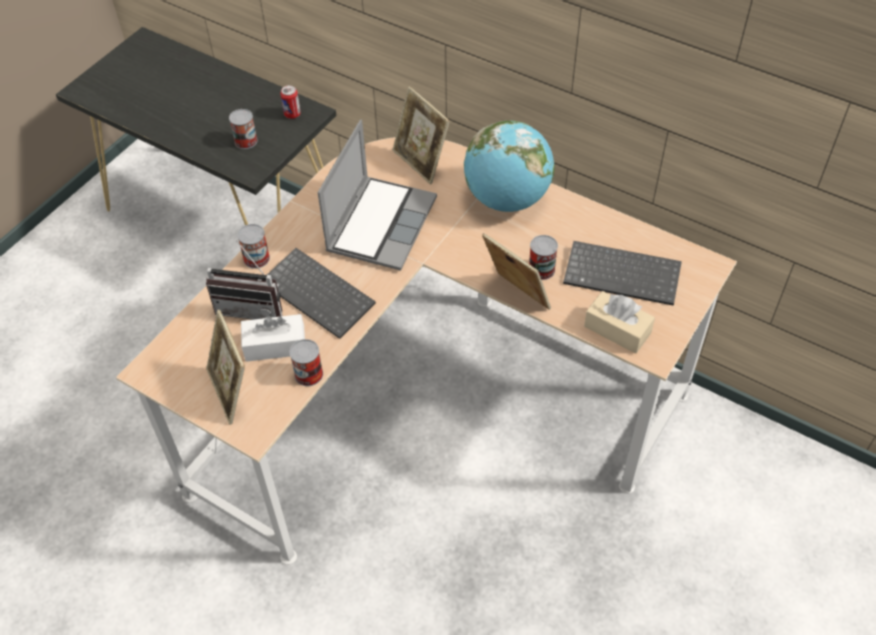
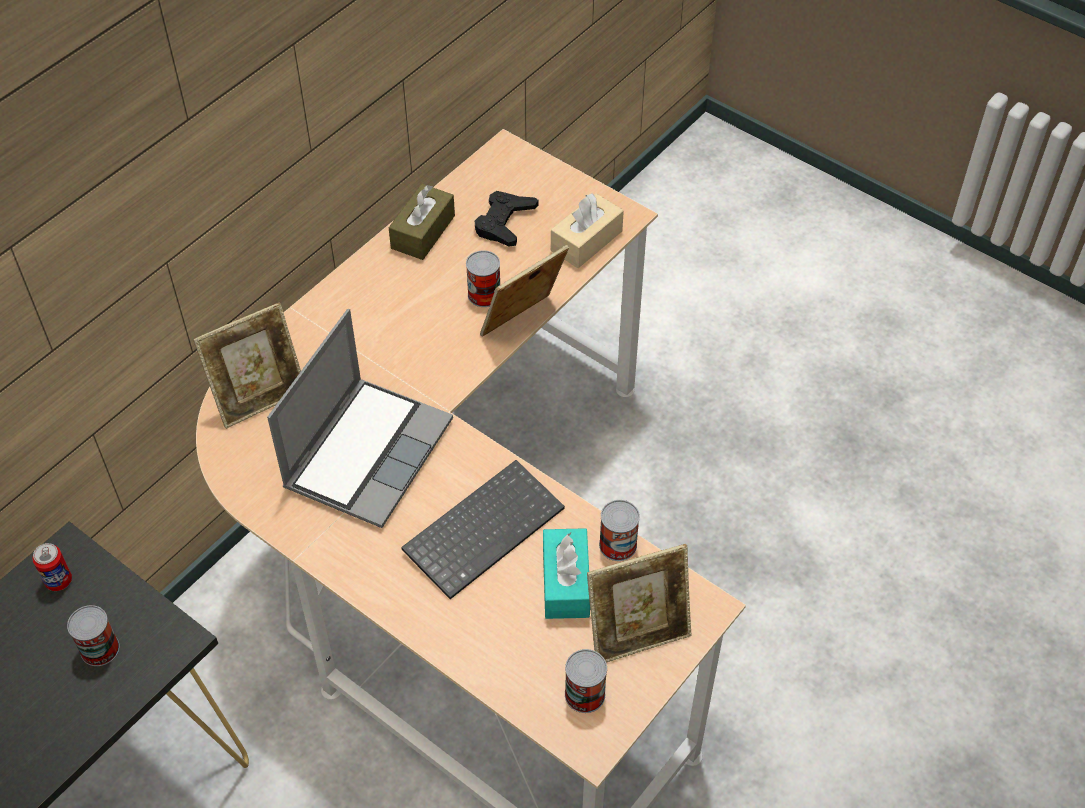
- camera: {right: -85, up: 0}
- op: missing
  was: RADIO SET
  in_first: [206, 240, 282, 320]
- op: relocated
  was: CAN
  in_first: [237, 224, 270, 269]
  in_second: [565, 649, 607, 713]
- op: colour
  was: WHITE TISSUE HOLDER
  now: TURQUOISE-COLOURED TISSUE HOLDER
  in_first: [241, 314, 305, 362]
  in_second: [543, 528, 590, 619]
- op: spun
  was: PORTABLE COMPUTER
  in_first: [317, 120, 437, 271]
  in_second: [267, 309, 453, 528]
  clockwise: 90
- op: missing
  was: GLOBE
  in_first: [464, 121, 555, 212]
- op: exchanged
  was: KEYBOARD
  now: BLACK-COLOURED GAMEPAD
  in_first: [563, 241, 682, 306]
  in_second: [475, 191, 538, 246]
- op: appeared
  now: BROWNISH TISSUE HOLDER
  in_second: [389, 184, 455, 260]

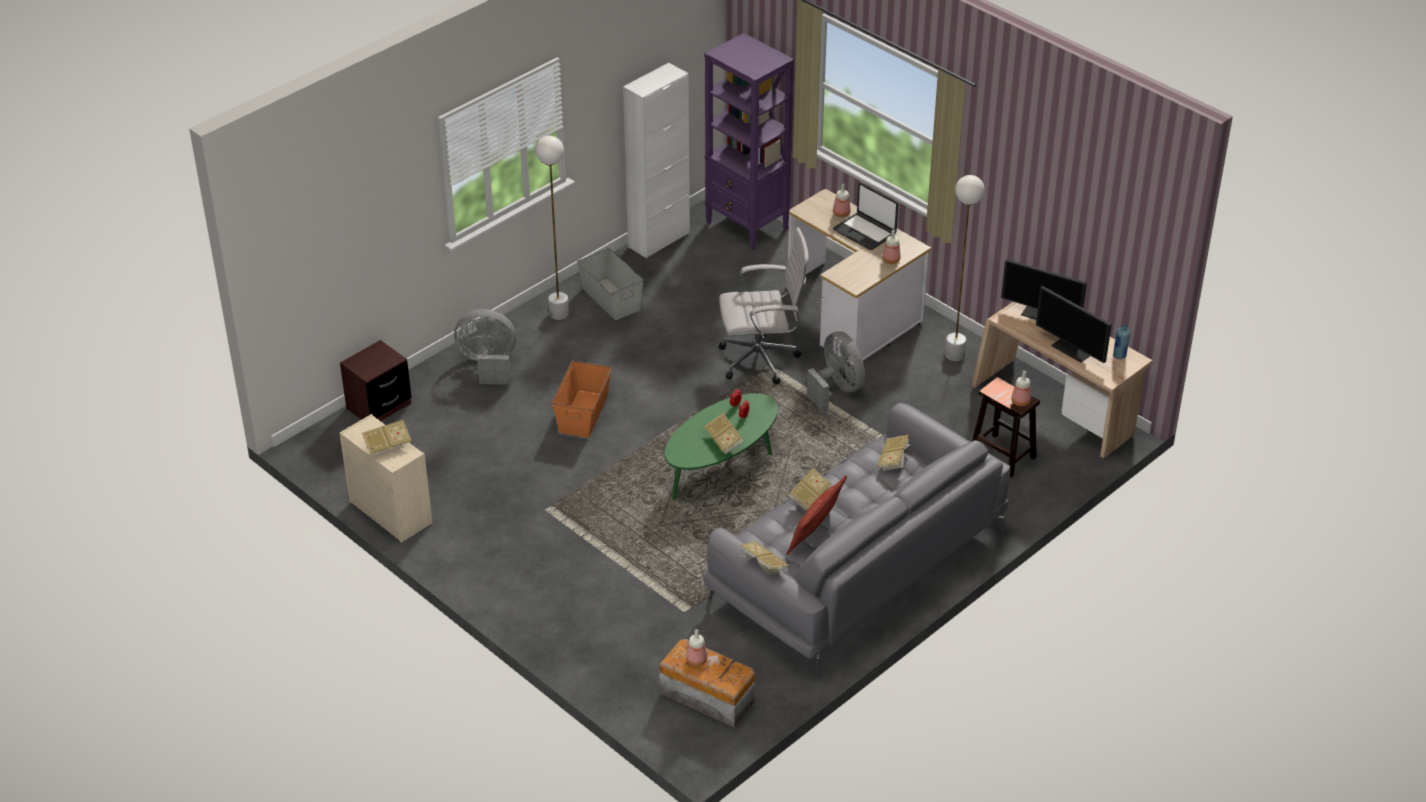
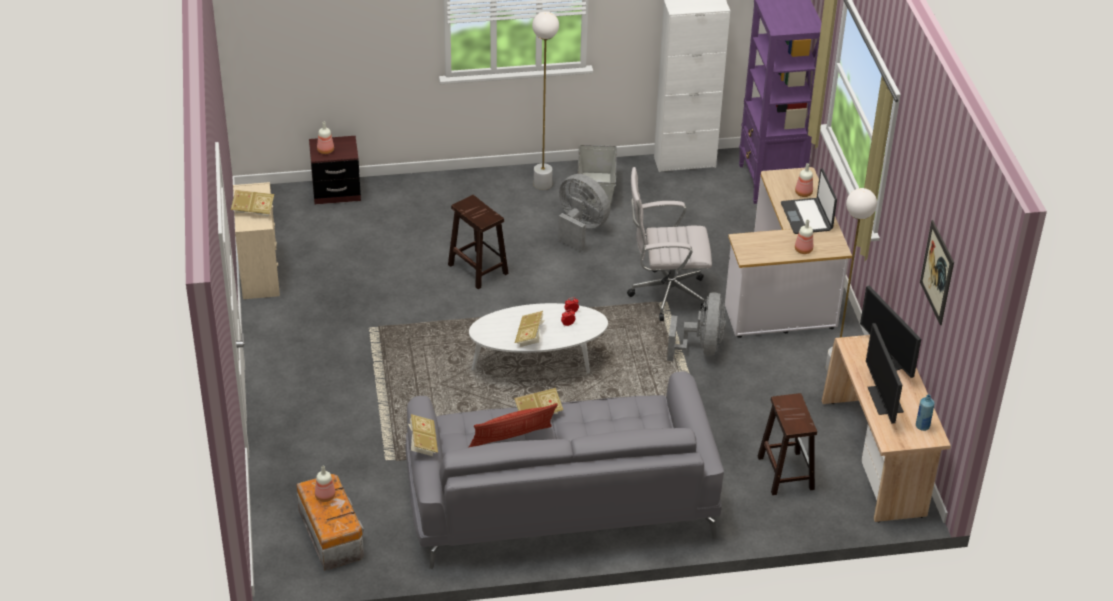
- camera: {right: 35, up: 0}
- op: relocated
  was: GRAY COOLING FAN
  in_first: [454, 309, 516, 385]
  in_second: [558, 174, 610, 252]
- op: exchanged
  was: ORANGE-COLOURED STORAGE CONTAINER
  now: BROWNISH STOOL
  in_first: [552, 361, 611, 438]
  in_second: [448, 195, 509, 289]
- op: colour
  was: GREEN COFFEE TABLE
  now: WHITE COFFEE TABLE
  in_first: [665, 393, 778, 501]
  in_second: [469, 303, 608, 373]
- op: spun
  was: WHITE COMPUTER CHAIR
  in_first: [719, 227, 809, 385]
  in_second: [627, 167, 712, 321]
  clockwise: 150
- op: missing
  was: BOUND BOOK
  in_first: [877, 435, 910, 471]
- op: relocated
  was: BOTTLE
  in_first: [1011, 371, 1031, 406]
  in_second: [317, 122, 334, 154]
- op: appeared
  now: WALL PICTURE
  in_second: [920, 220, 954, 325]

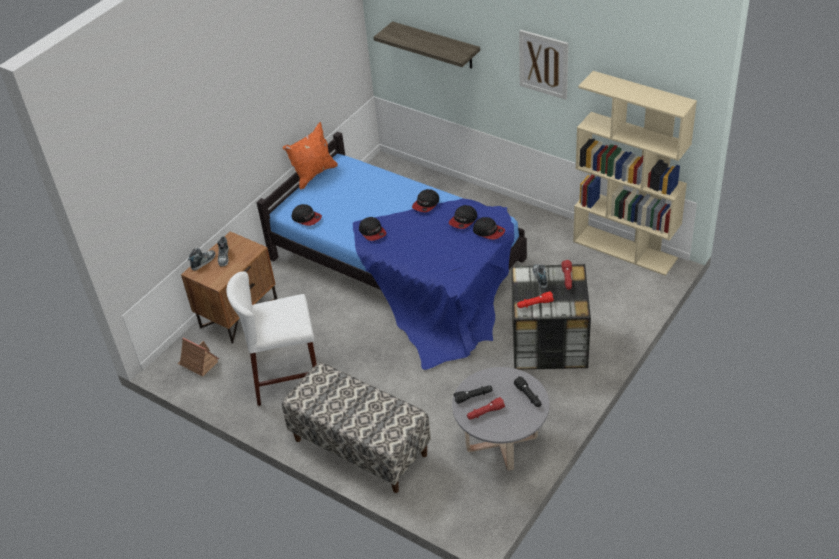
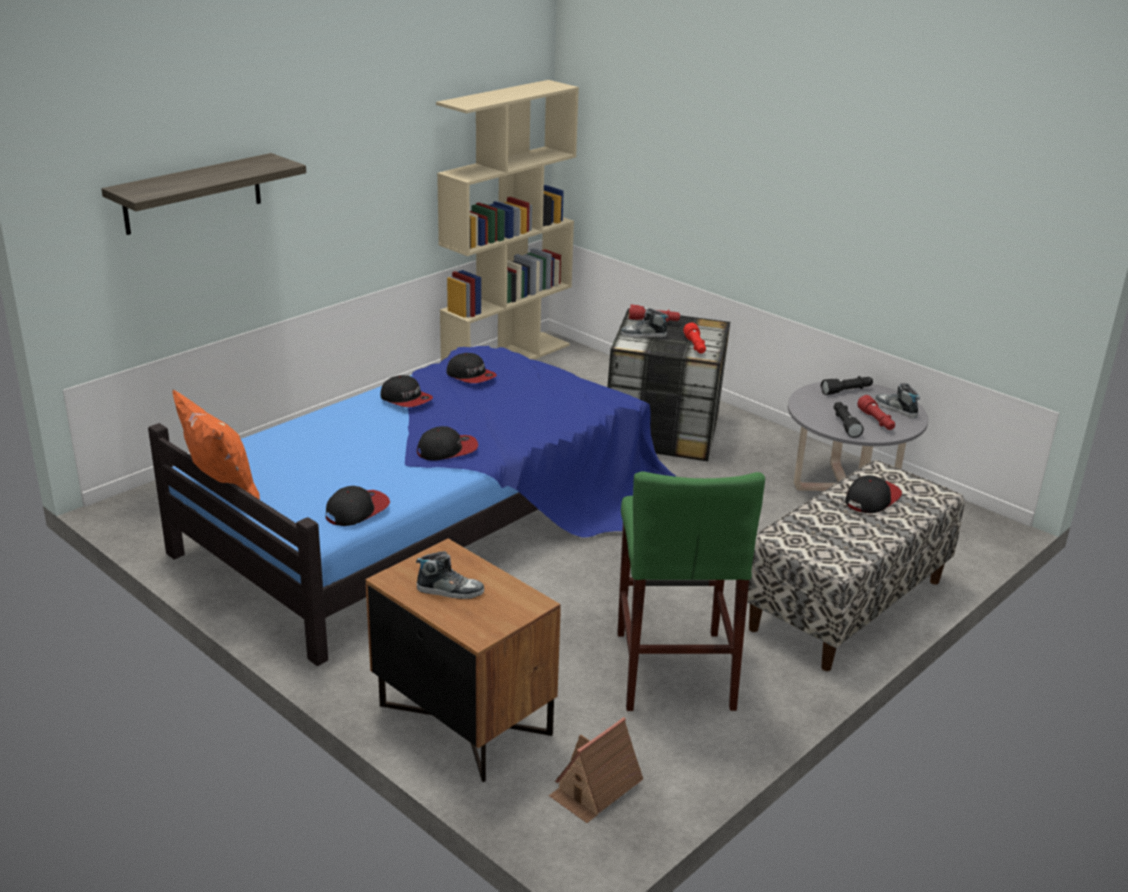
- camera: {right: -85, up: -15}
- op: relocated
  was: SHOE
  in_first: [188, 248, 216, 271]
  in_second: [875, 383, 920, 418]
- op: colour
  was: WHITE STOOL
  now: GREEN STOOL
  in_first: [226, 271, 317, 406]
  in_second: [617, 472, 765, 711]
- op: relocated
  was: PEAKED CAP
  in_first: [473, 217, 505, 240]
  in_second: [845, 475, 902, 513]
- op: missing
  was: WALL PICTURE
  in_first: [519, 30, 568, 100]

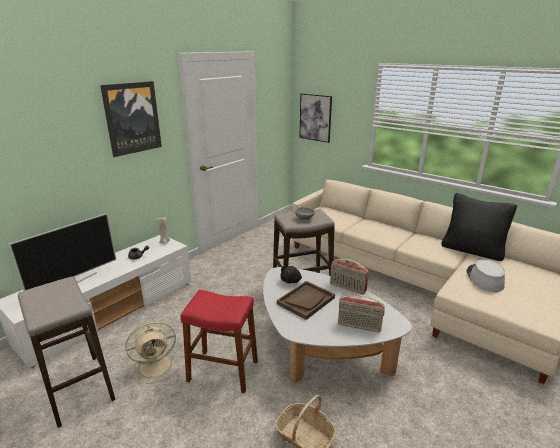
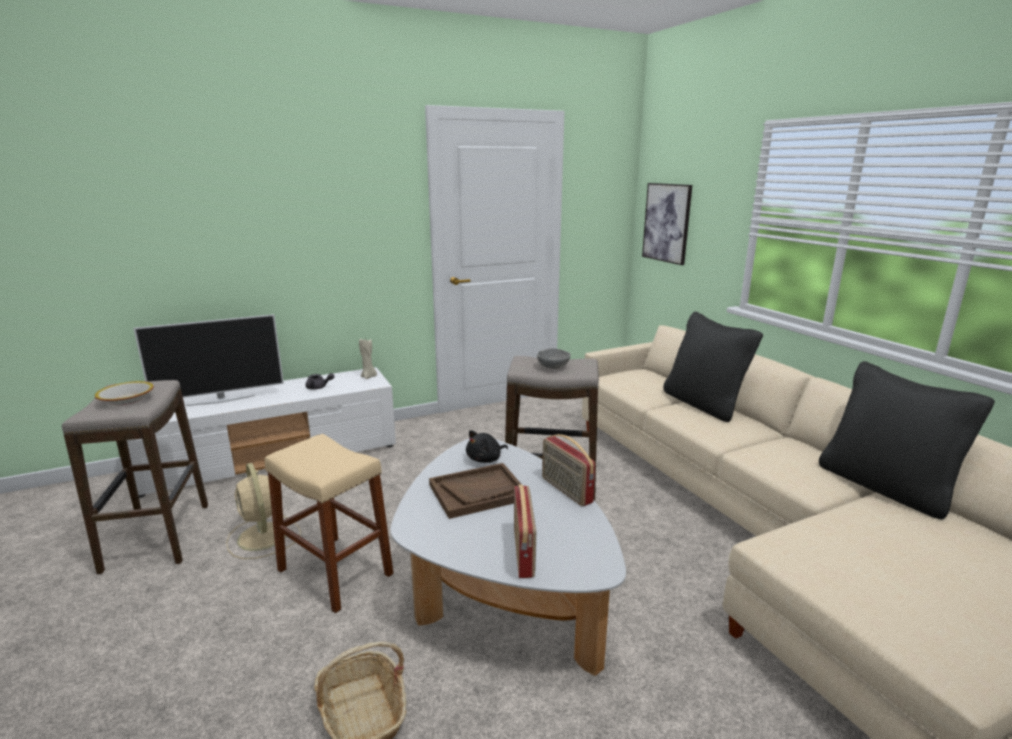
- camera: {right: 25, up: -5}
- op: missing
  was: WALL PICTURE
  in_first: [100, 81, 162, 157]
- op: spun
  was: BEIGE-COLOURED COOLING FAN
  in_first: [125, 321, 180, 384]
  in_second: [226, 463, 301, 559]
  clockwise: 60
- op: colour
  was: REDDISH STOOL
  now: BEIGE-COLOURED STOOL
  in_first: [181, 290, 258, 393]
  in_second: [265, 434, 394, 613]
- op: spun
  was: RADIO SET
  in_first: [338, 294, 385, 332]
  in_second: [514, 485, 536, 578]
  clockwise: -135
- op: missing
  was: GRAY HAT
  in_first: [466, 259, 505, 292]
- op: appeared
  now: SERVING BOWL
  in_second: [95, 381, 154, 405]
- op: appeared
  now: BLACK-COLOURED THROW PILLOW
  in_second: [663, 312, 763, 422]

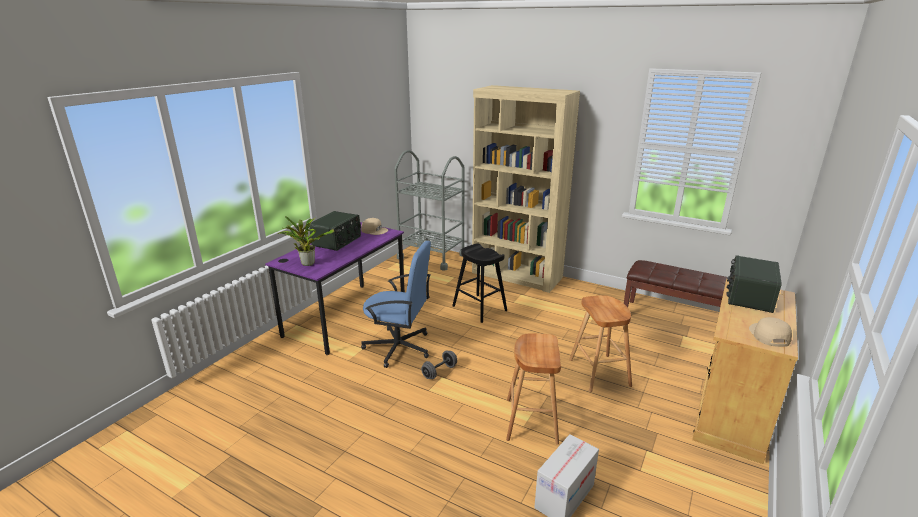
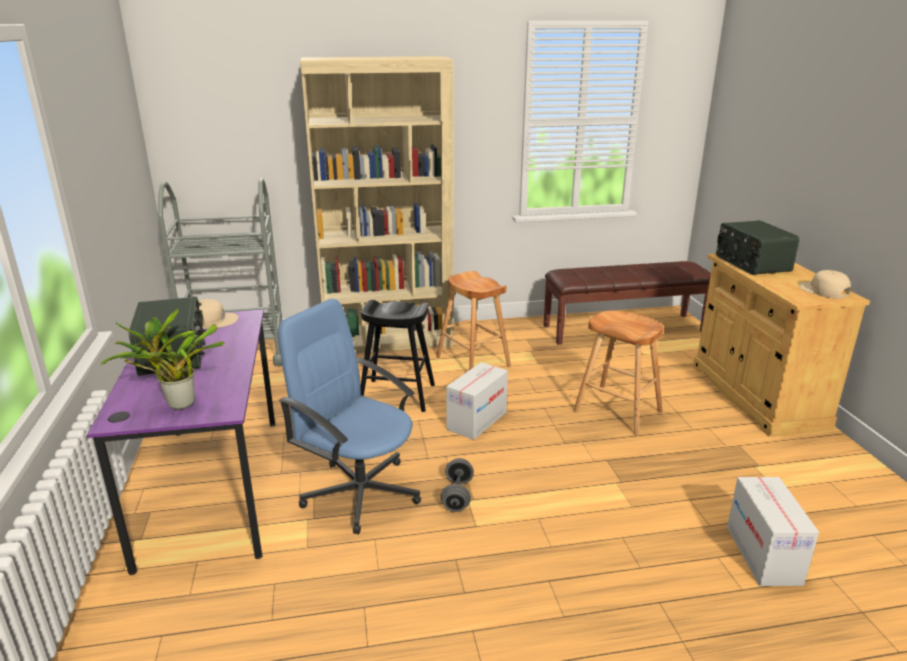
- camera: {right: -40, up: 0}
- op: spun
  was: BLUISH COMPUTER CHAIR
  in_first: [361, 241, 431, 368]
  in_second: [278, 299, 421, 534]
  clockwise: -120
- op: relocated
  was: BROWNISH STOOL
  in_first: [506, 333, 561, 444]
  in_second: [436, 271, 511, 370]
- op: appeared
  now: PACKING BOX
  in_second: [446, 362, 508, 440]

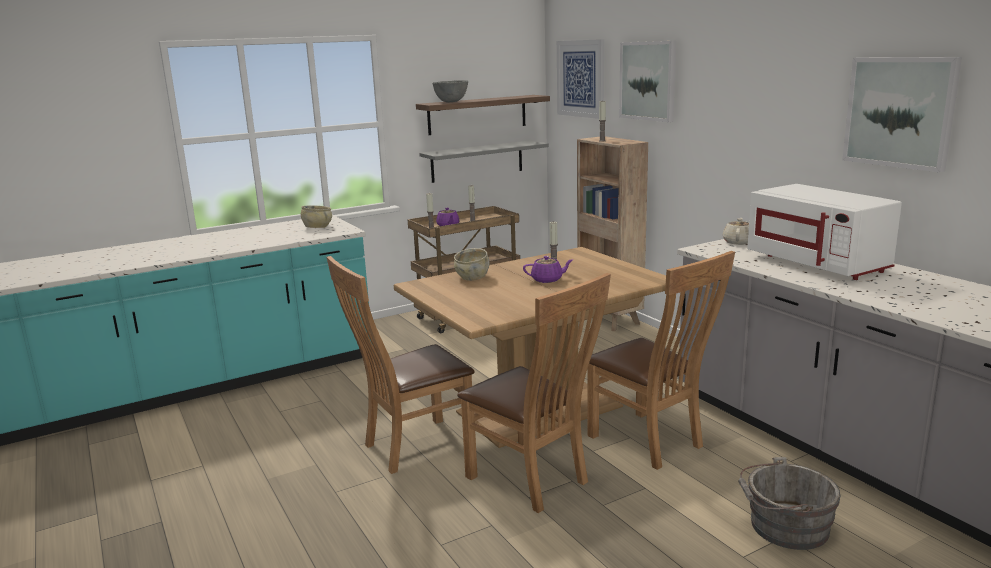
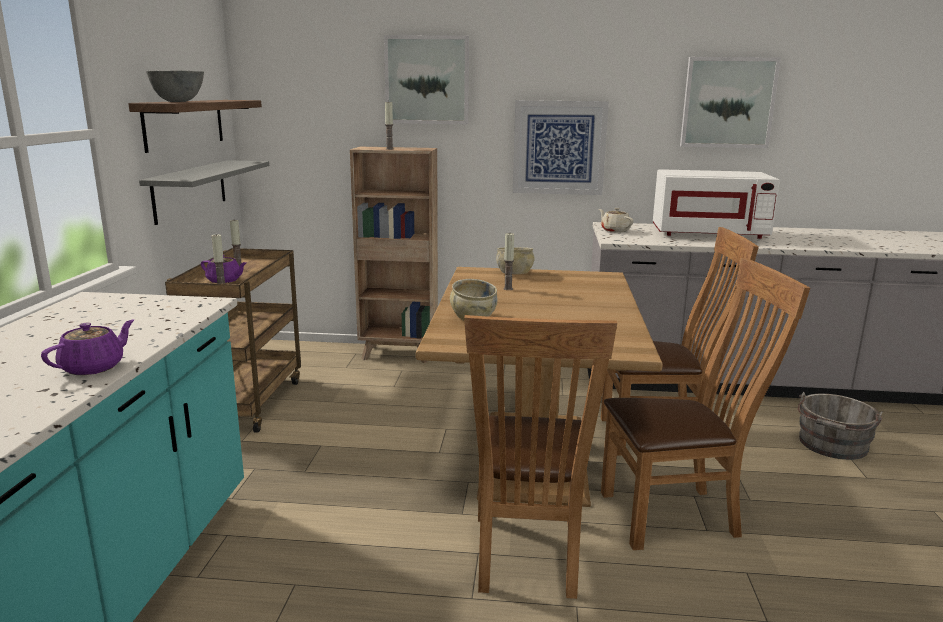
- camera: {right: -55, up: 0}
- op: relocated
  was: BEIGE-COLOURED SERVING BOWL
  in_first: [301, 205, 332, 228]
  in_second: [496, 247, 535, 274]
- op: relocated
  was: PURPLE TEA POT
  in_first: [523, 256, 572, 283]
  in_second: [41, 319, 134, 375]
- op: relocated
  was: WALL PICTURE
  in_first: [557, 39, 604, 119]
  in_second: [513, 100, 609, 195]

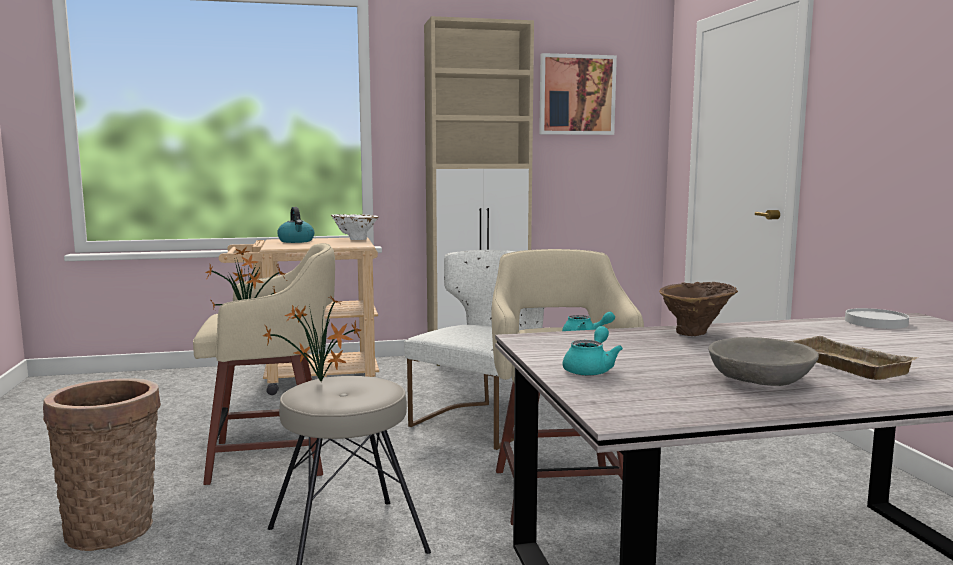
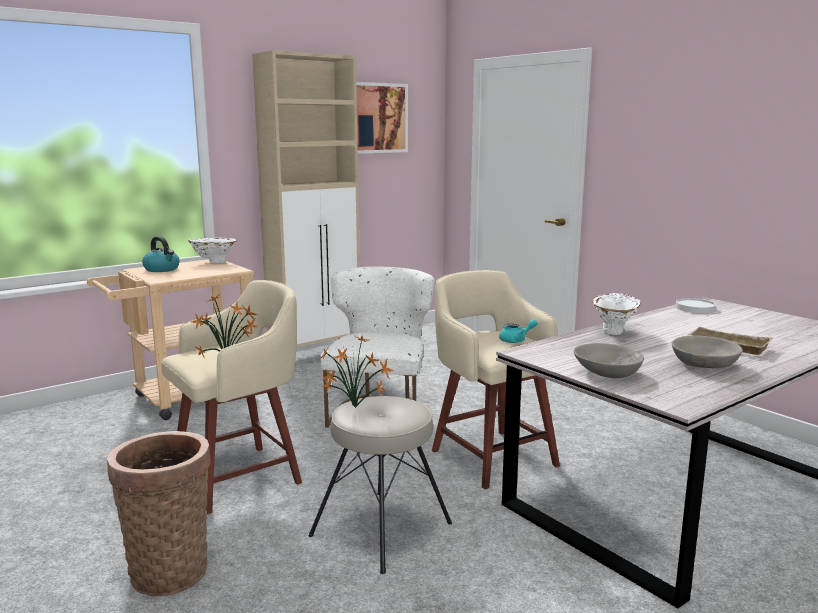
- camera: {right: -25, up: 5}
- op: exchanged
  was: TURQUOISE-COLOURED TEA POT
  now: GRAY SERVING BOWL
  in_first: [563, 326, 623, 376]
  in_second: [574, 343, 644, 378]
- op: colour
  was: BROWNISH VASE
  now: WHITE VASE
  in_first: [659, 282, 738, 336]
  in_second: [593, 293, 641, 335]

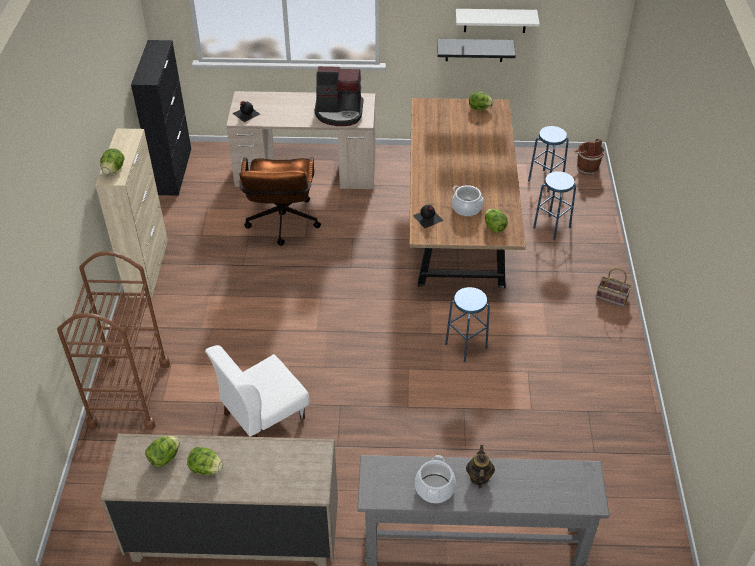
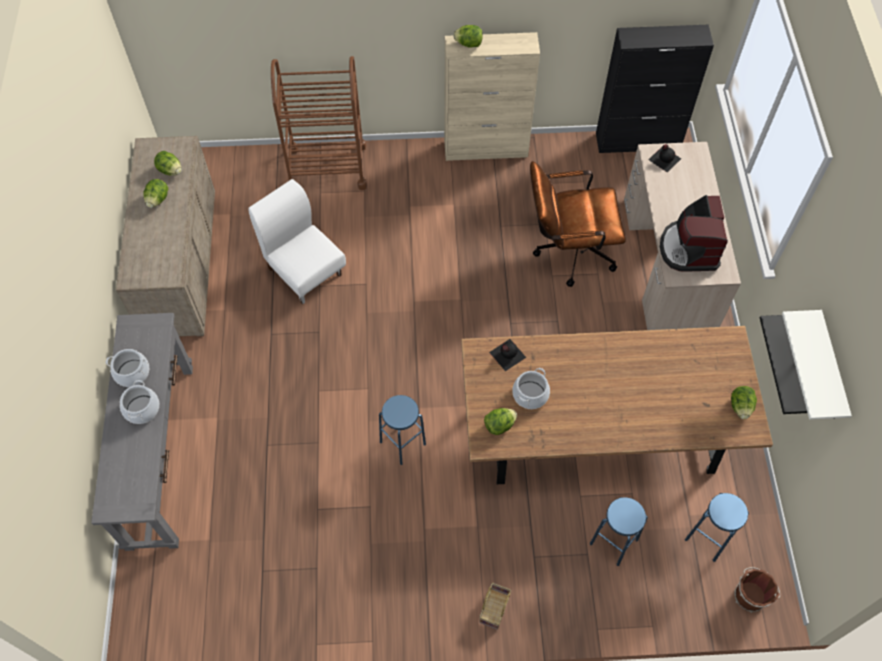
- camera: {right: 85, up: 15}
- op: exchanged
  was: TEA POT
  now: SAUCEPOT
  in_first: [466, 445, 495, 488]
  in_second: [120, 380, 159, 424]

